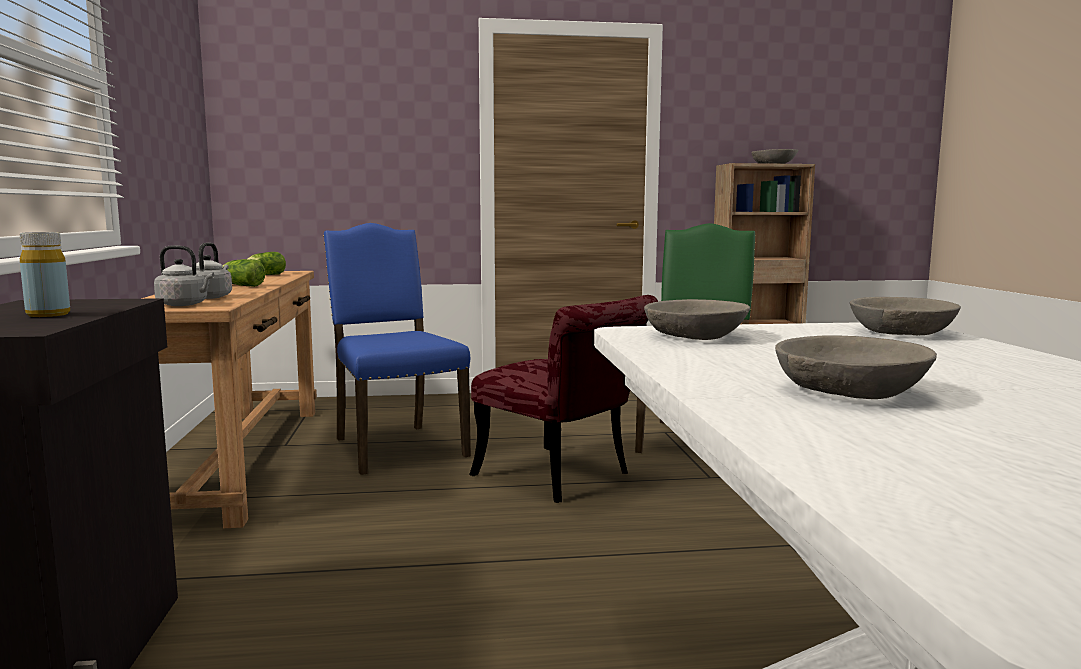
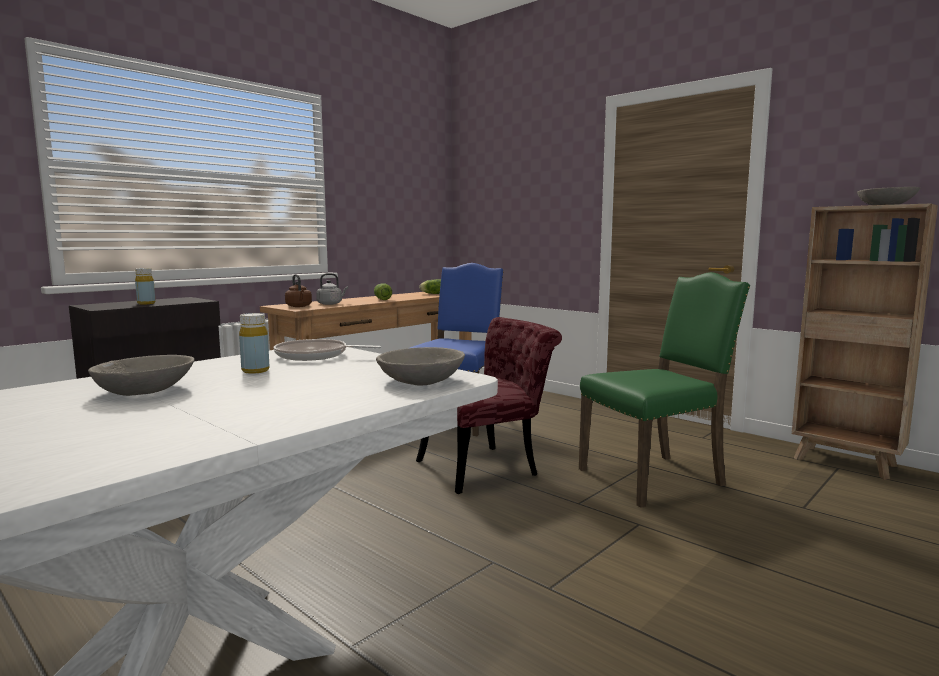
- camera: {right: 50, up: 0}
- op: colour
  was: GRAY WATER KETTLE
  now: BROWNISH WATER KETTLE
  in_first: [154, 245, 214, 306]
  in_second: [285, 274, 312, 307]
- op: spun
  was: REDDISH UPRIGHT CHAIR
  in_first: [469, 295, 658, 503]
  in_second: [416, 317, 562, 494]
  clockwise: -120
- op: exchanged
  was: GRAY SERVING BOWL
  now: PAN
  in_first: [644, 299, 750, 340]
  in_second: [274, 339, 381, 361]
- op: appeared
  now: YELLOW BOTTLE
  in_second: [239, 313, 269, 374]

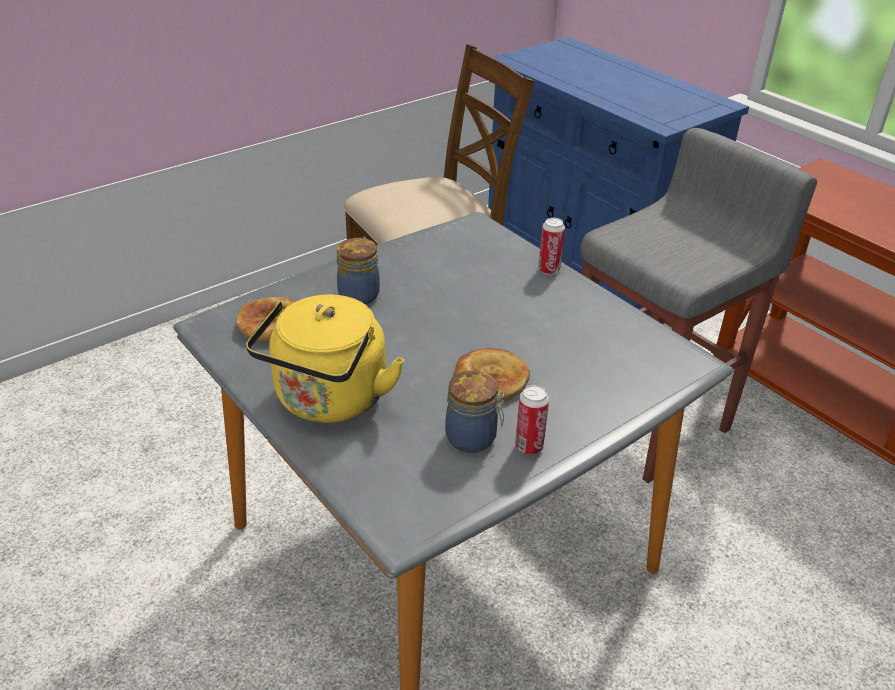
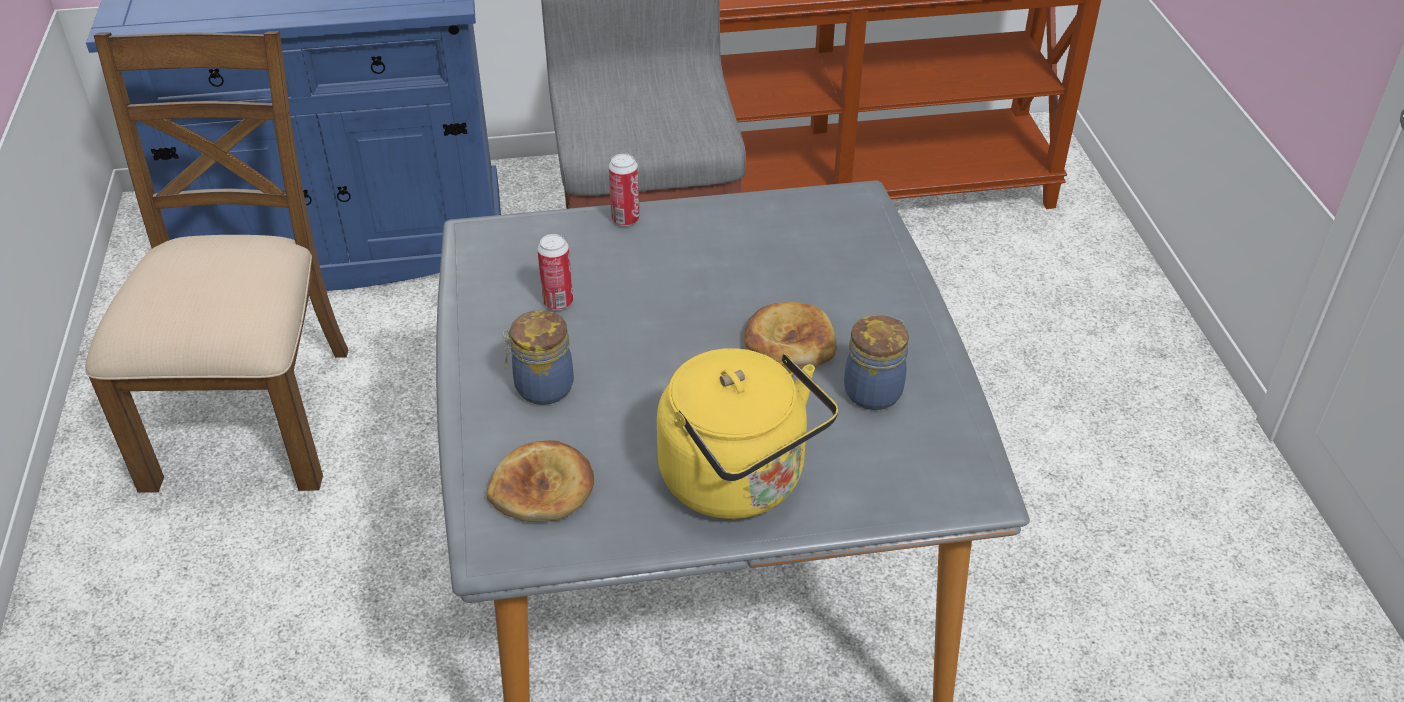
- camera: {right: -60, up: 5}
- op: relocated
  was: CAN
  in_first: [515, 385, 549, 455]
  in_second: [537, 234, 573, 310]

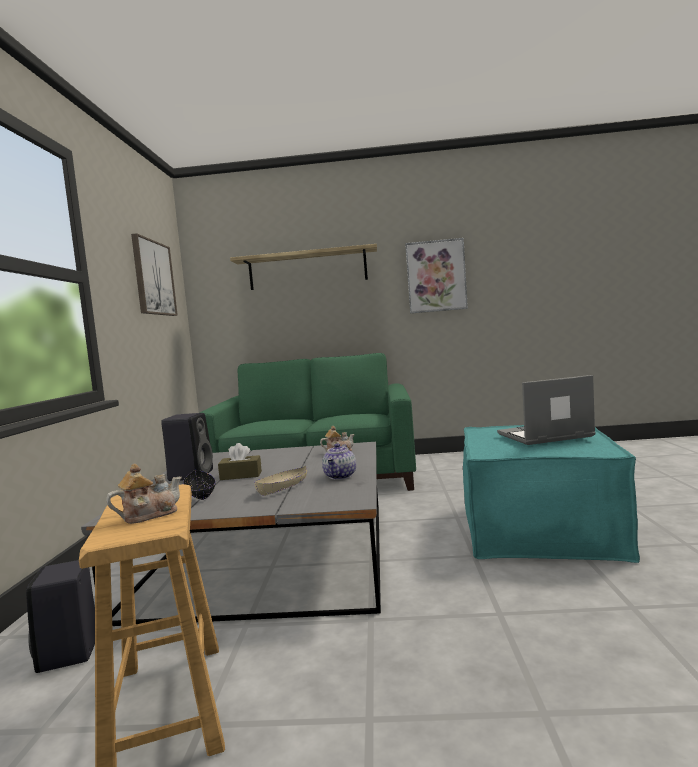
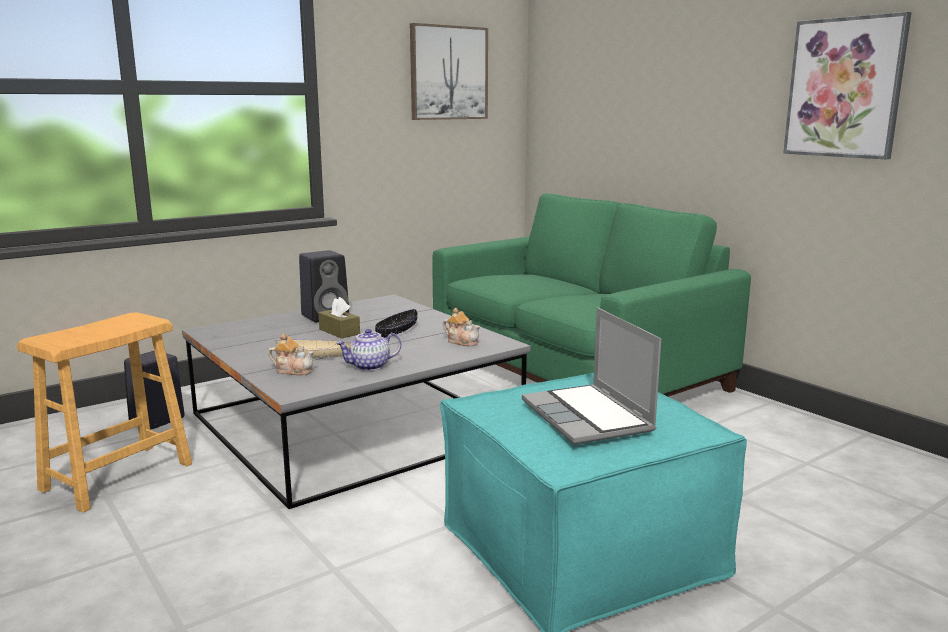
- camera: {right: 50, up: 10}
- op: relocated
  was: TEA POT
  in_first: [106, 464, 182, 524]
  in_second: [268, 333, 314, 376]
- op: relocated
  was: BLACK-COLOURED SERVING BOWL
  in_first: [183, 470, 215, 500]
  in_second: [375, 309, 418, 338]
- op: missing
  was: SHELF
  in_first: [230, 244, 377, 290]
- op: spun
  was: PORTABLE COMPUTER
  in_first: [497, 375, 596, 445]
  in_second: [522, 307, 661, 445]
  clockwise: -150

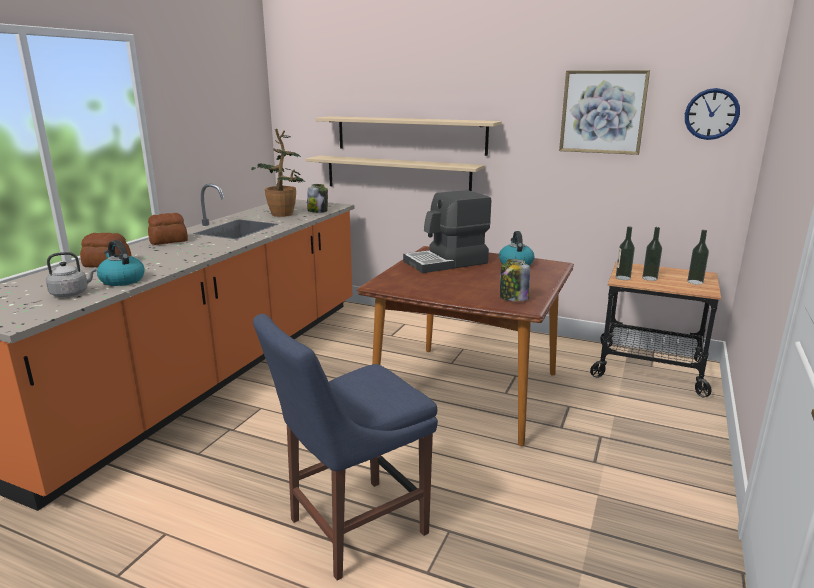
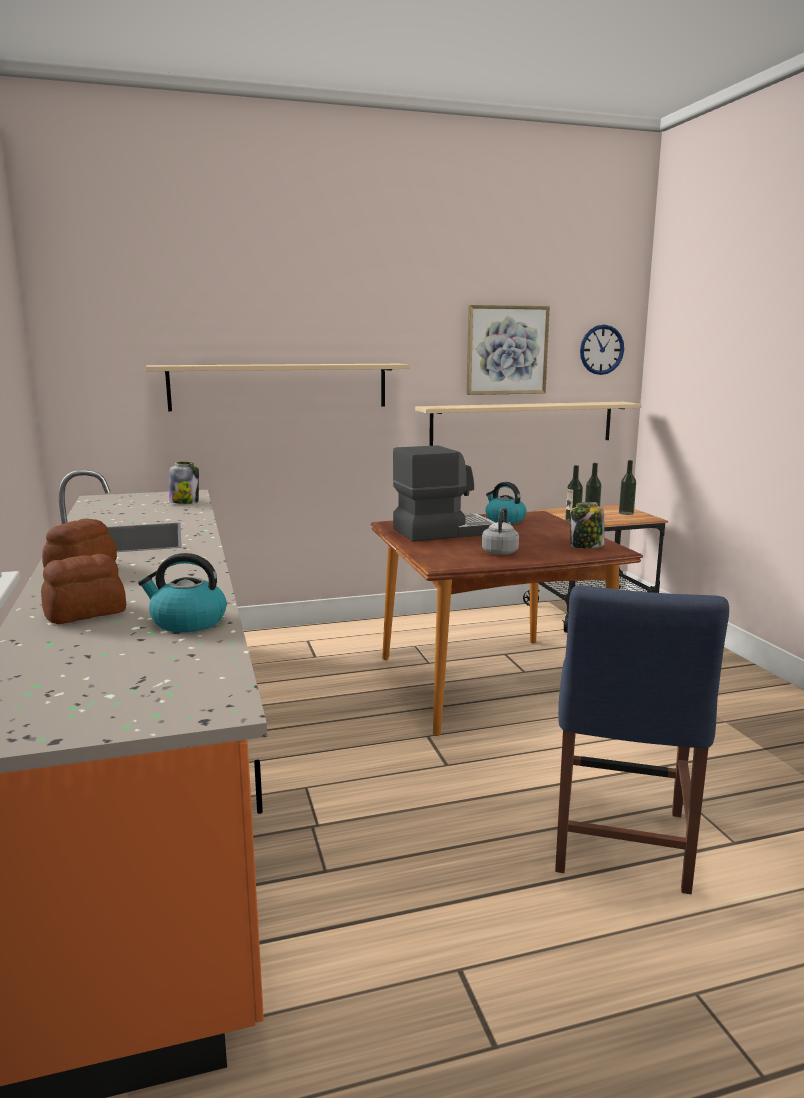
- camera: {right: -40, up: -5}
- op: relocated
  was: GRAY WATER KETTLE
  in_first: [46, 252, 97, 297]
  in_second: [482, 507, 519, 555]
- op: missing
  was: PLANT IN A POT
  in_first: [251, 129, 304, 217]
- op: relocated
  was: BEIGE-COLOURED SHELF
  in_first: [306, 156, 485, 191]
  in_second: [415, 402, 642, 446]
- op: spun
  was: COFFEE BREWER
  in_first: [403, 190, 491, 273]
  in_second: [393, 445, 496, 542]
  clockwise: -135

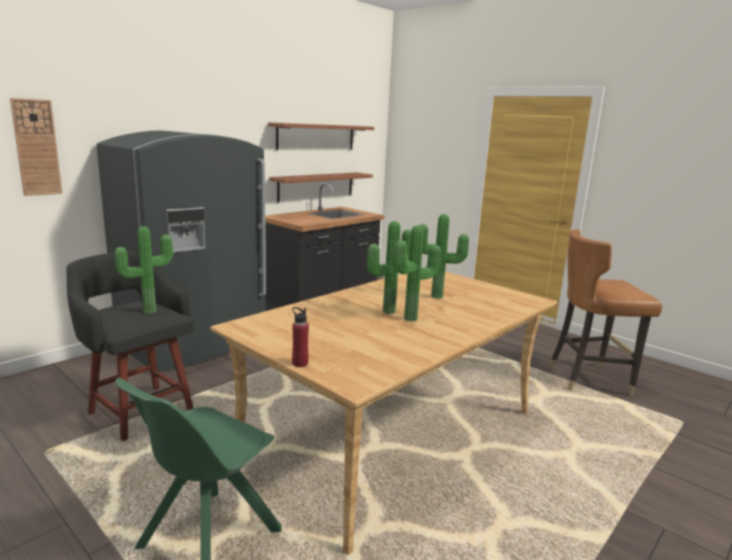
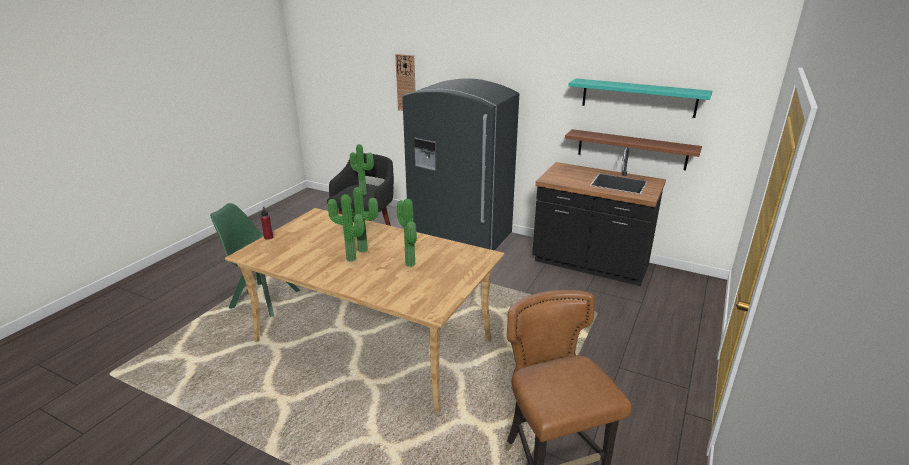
- camera: {right: 75, up: 10}
- op: colour
  was: BROWNISH SHELF
  now: TURQUOISE-COLOURED SHELF
  in_first: [268, 122, 374, 150]
  in_second: [569, 78, 712, 118]

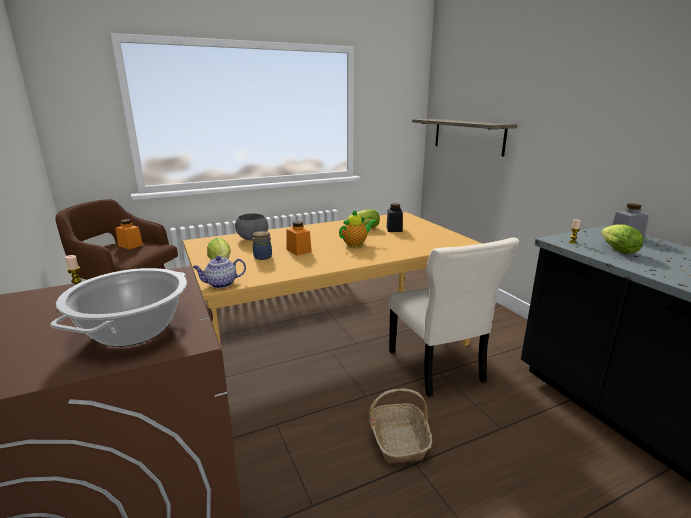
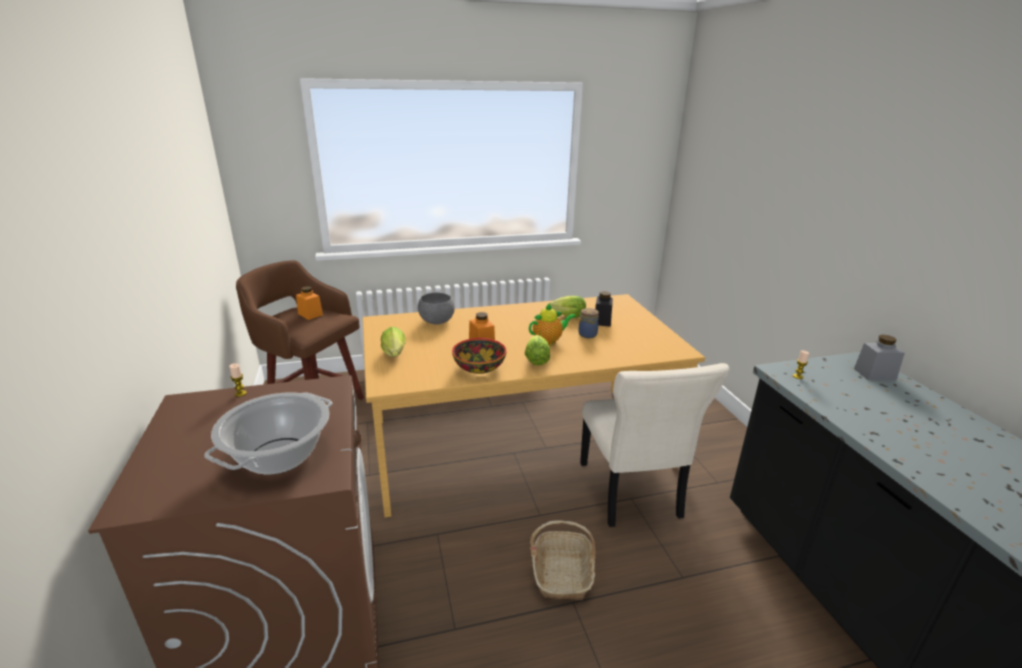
- camera: {right: 10, up: 5}
- op: missing
  was: TEA POT
  in_first: [192, 256, 246, 288]
- op: relocated
  was: PRESERVE JAR
  in_first: [252, 231, 272, 260]
  in_second: [578, 308, 599, 338]
- op: missing
  was: SHELF
  in_first: [412, 119, 517, 157]
- op: relocated
  was: LETTUCE HEAD
  in_first: [601, 224, 643, 254]
  in_second: [525, 335, 550, 365]
- op: appeared
  now: SERVING BOWL
  in_second: [452, 338, 506, 374]

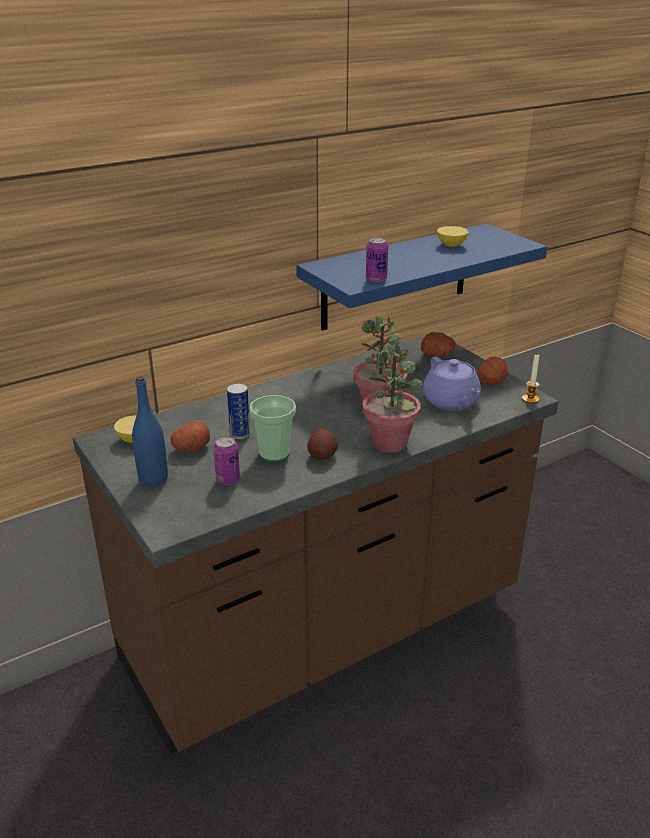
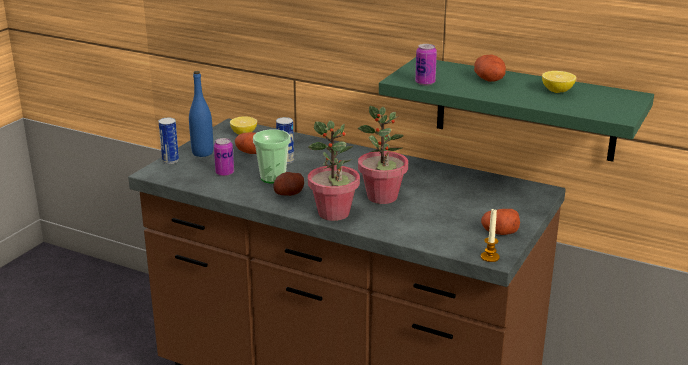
- camera: {right: 60, up: -5}
- op: colour
  was: BLUISH SHELF
  now: GREEN SHELF
  in_first: [296, 223, 547, 331]
  in_second: [379, 57, 654, 162]
- op: relocated
  was: POTATO
  in_first: [421, 332, 456, 356]
  in_second: [474, 55, 506, 82]
- op: missing
  was: PURPLE TEA POT
  in_first: [423, 357, 481, 410]
- op: appeared
  now: CAN
  in_second: [158, 118, 179, 164]

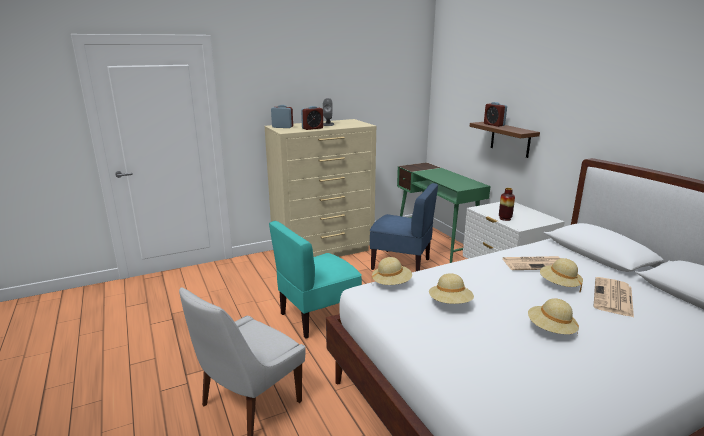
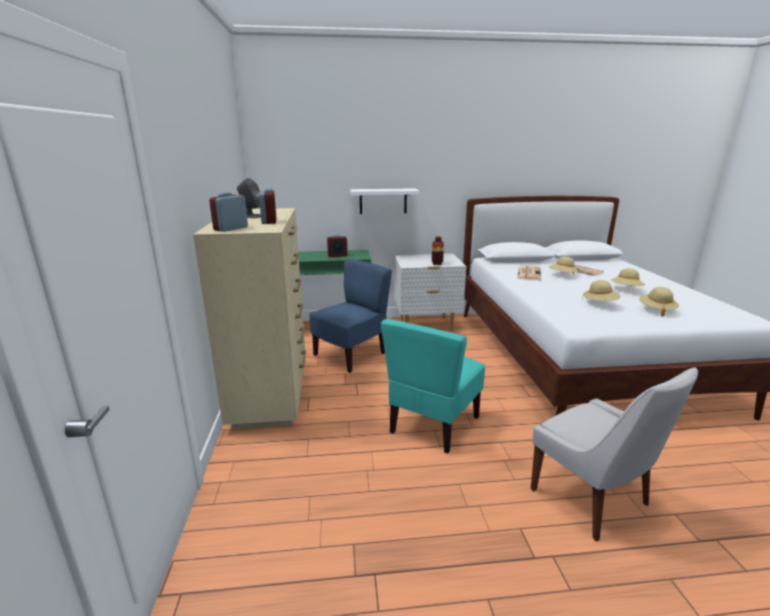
- camera: {right: -70, up: 0}
- op: spun
  was: TURQUOISE-COLOURED UPRIGHT CHAIR
  in_first: [269, 221, 362, 339]
  in_second: [381, 319, 485, 453]
  clockwise: 45
- op: relocated
  was: BEIGE-COLOURED HAT
  in_first: [372, 257, 412, 285]
  in_second: [639, 287, 679, 317]
- op: colour
  was: BROWNISH SHELF
  now: WHITE SHELF
  in_first: [469, 122, 540, 158]
  in_second: [350, 188, 420, 214]
- op: relocated
  was: ALARM CLOCK
  in_first: [484, 102, 507, 127]
  in_second: [327, 235, 348, 257]

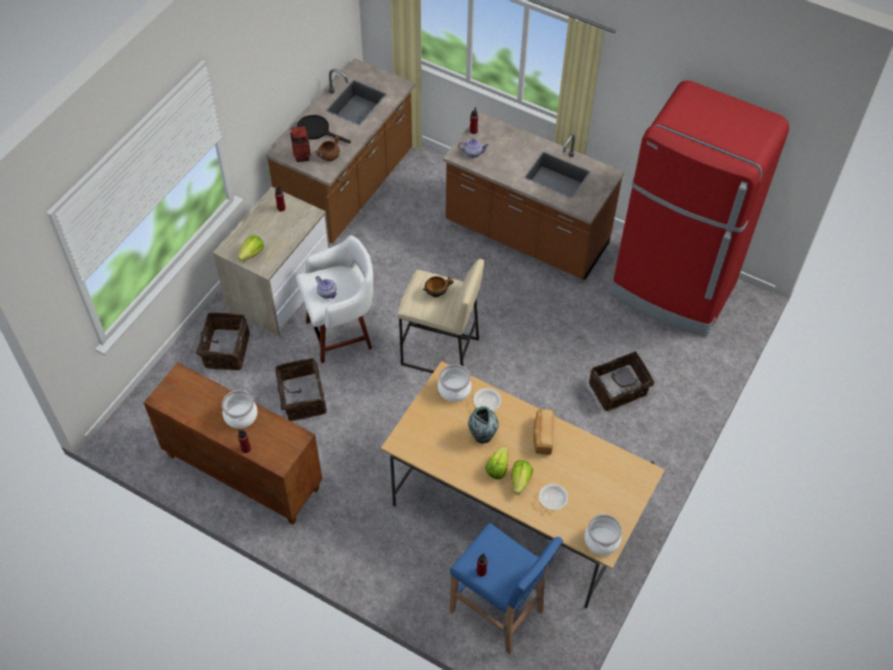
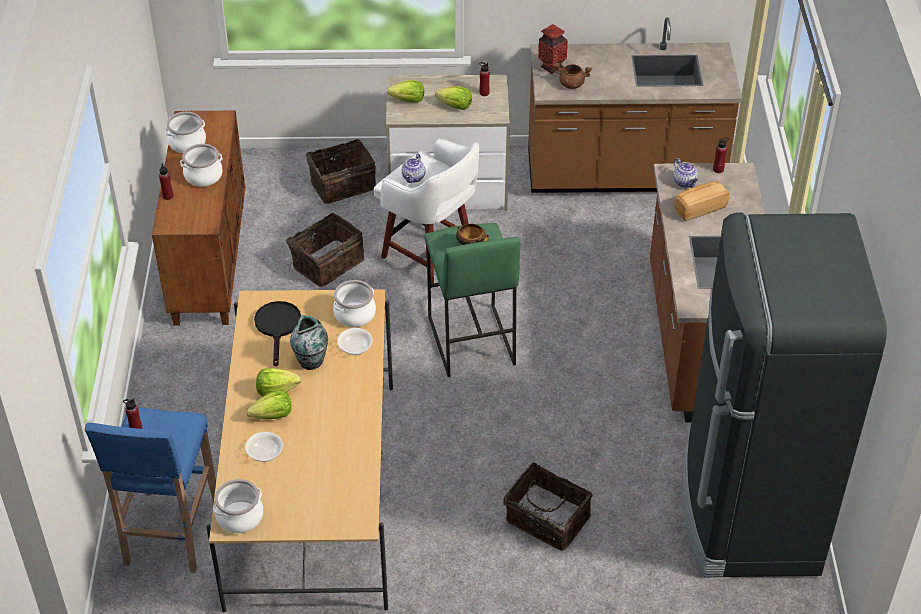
- camera: {right: 60, up: -10}
- op: relocated
  was: BLACK-COLOURED PAN
  in_first: [297, 115, 351, 143]
  in_second: [254, 301, 301, 367]
- op: colour
  was: BEIGE-COLOURED STOOL
  now: GREEN STOOL
  in_first: [397, 259, 484, 373]
  in_second: [424, 223, 521, 377]
- op: relocated
  was: BAKERY BREAD
  in_first: [533, 409, 555, 455]
  in_second: [674, 181, 729, 221]
- op: colour
  was: REDDISH FRIDGE
  now: BLACK-COLOURED FRIDGE
  in_first: [611, 80, 789, 336]
  in_second: [681, 213, 887, 577]
- op: appeared
  now: SAUCEPOT
  in_second: [165, 112, 206, 153]
- op: appeared
  now: LETTUCE HEAD
  in_second: [435, 86, 472, 110]

